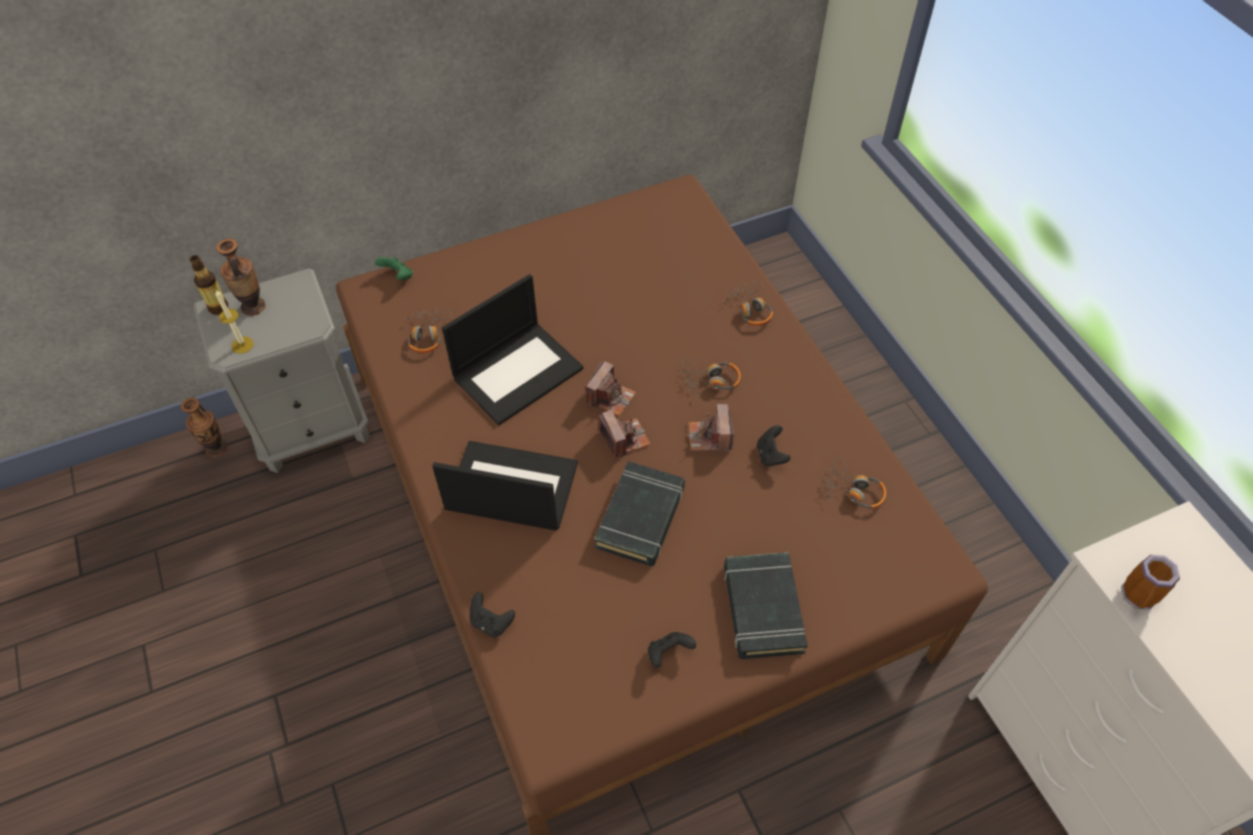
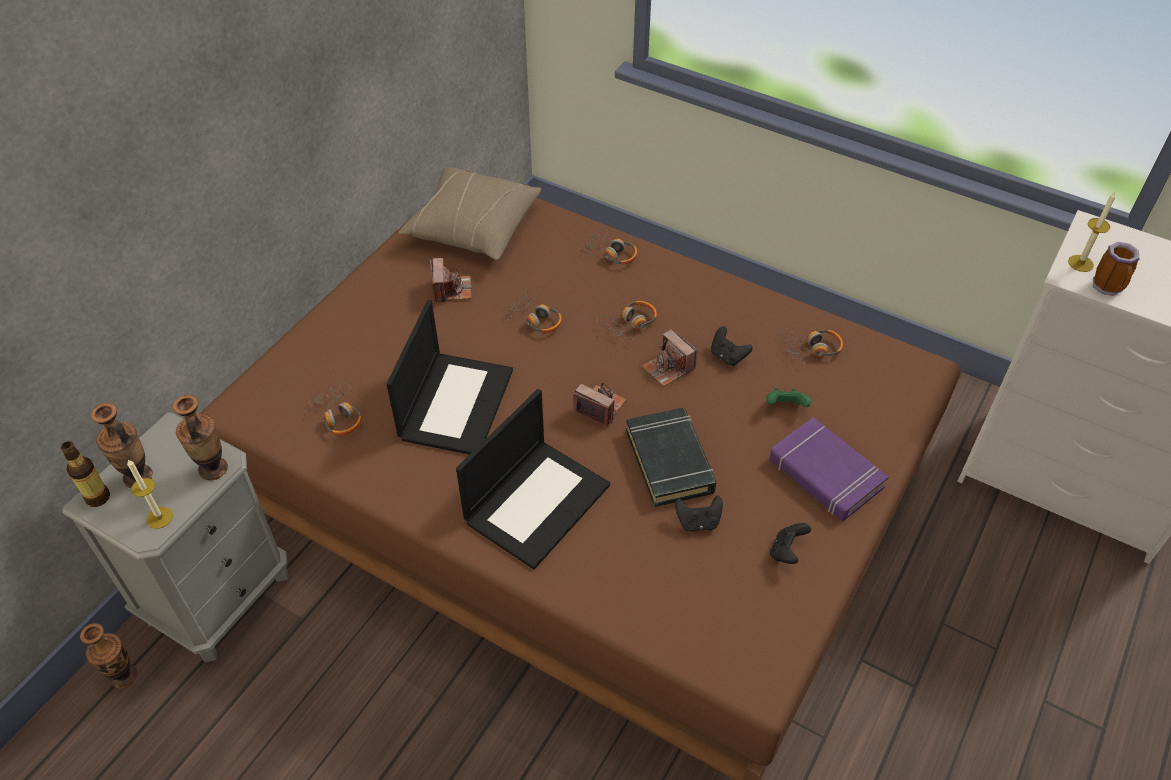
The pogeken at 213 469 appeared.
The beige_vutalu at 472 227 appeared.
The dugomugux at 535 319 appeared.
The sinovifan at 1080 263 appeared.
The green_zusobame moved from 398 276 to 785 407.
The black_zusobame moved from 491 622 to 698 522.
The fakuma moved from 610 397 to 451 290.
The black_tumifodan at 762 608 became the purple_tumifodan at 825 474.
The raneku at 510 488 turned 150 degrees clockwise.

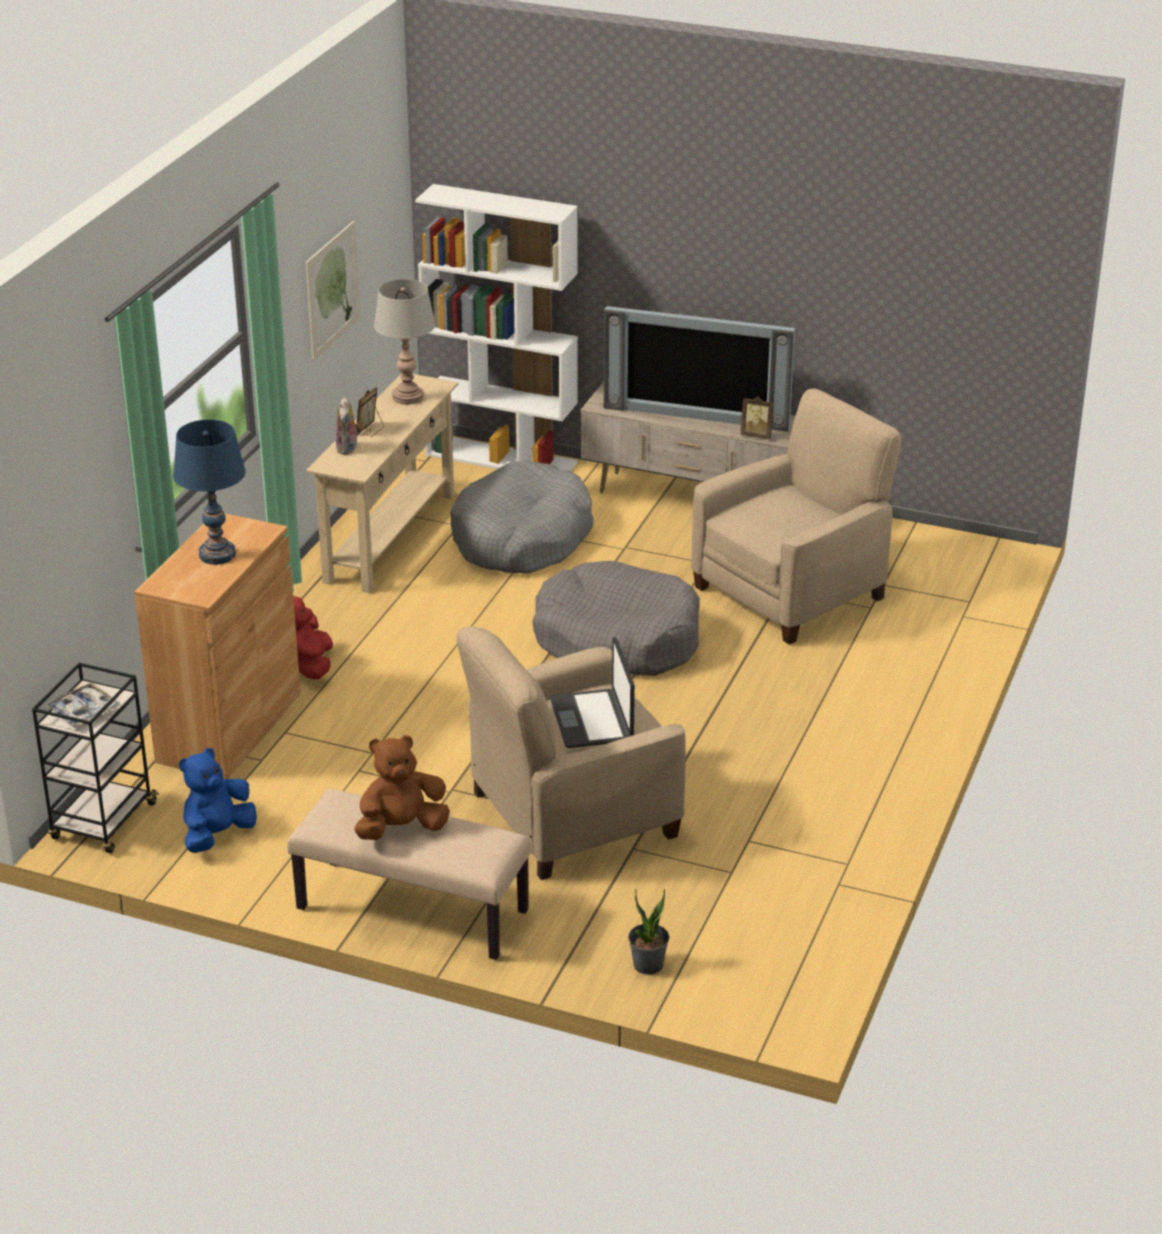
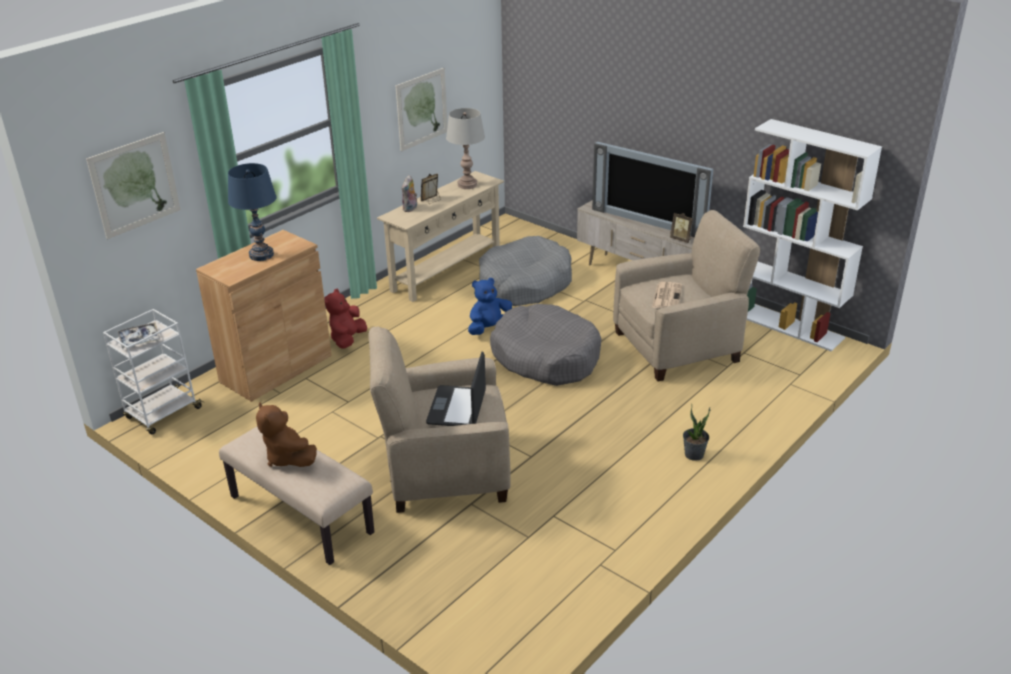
The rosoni at 135 185 appeared.
The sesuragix at 667 296 appeared.
The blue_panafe moved from 217 835 to 489 329.
The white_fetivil moved from 502 458 to 788 326.
The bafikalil moved from 648 965 to 694 454.
The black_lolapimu at 103 823 became the white_lolapimu at 162 414.
The brown_panafe at 401 828 turned 120 degrees counterclockwise.

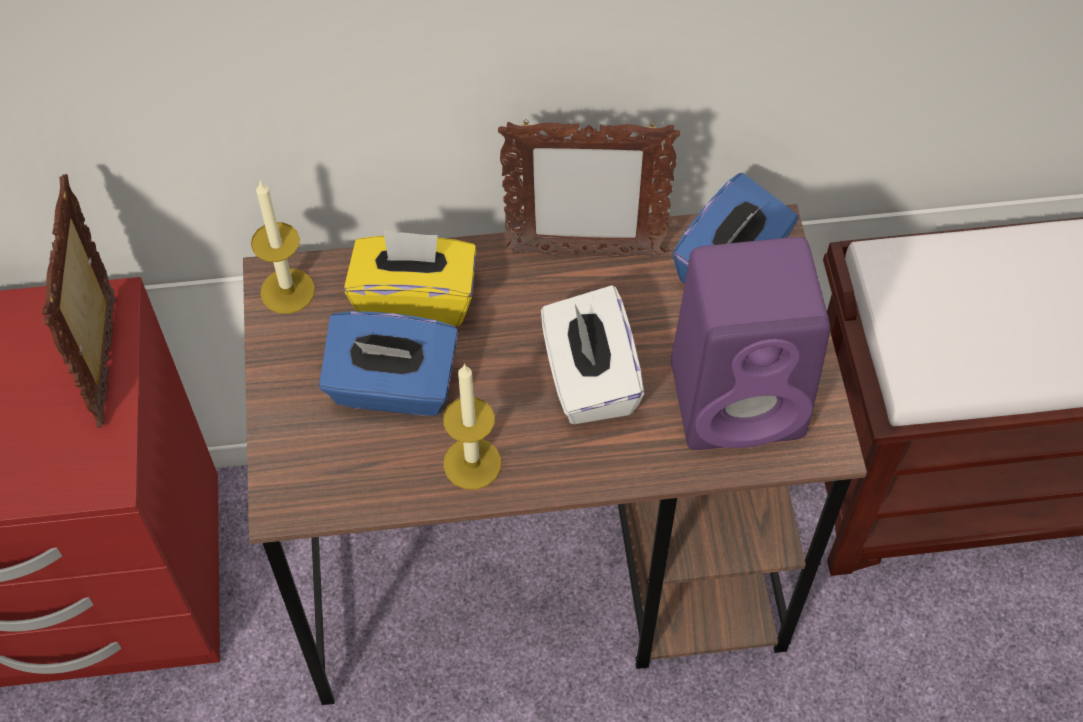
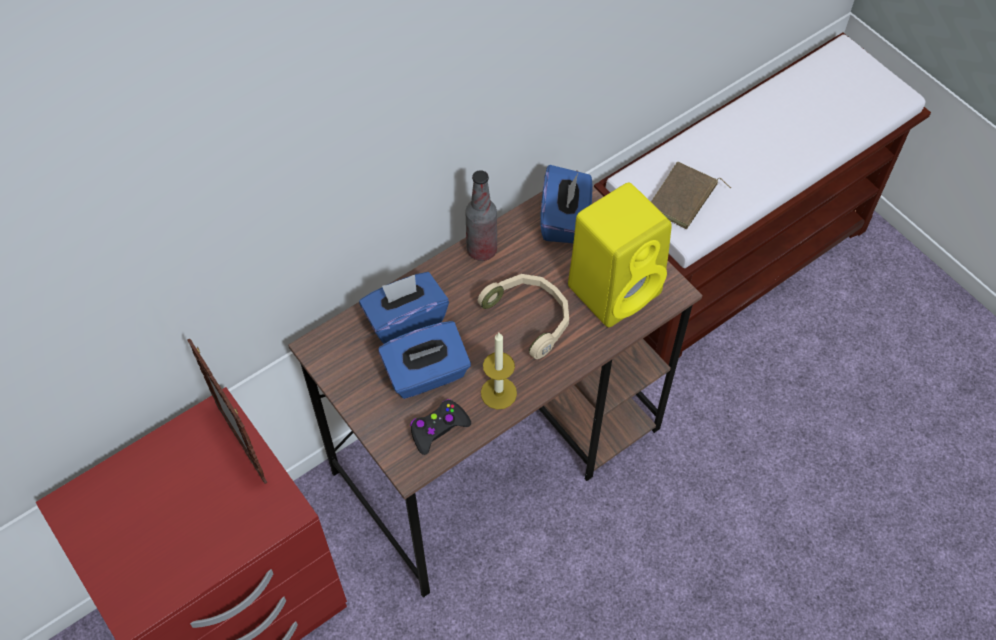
The sinovifan at 287 291 disappeared.
The black_zusobame at 438 429 appeared.
The brown_tumifodan at 684 199 appeared.
The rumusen at 583 253 was replaced by the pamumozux at 481 250.
The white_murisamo at 589 379 was replaced by the beige_dugomugux at 530 317.
The yellow_murisamo at 415 299 became the blue_murisamo at 405 319.
The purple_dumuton at 741 398 became the yellow_dumuton at 616 288.

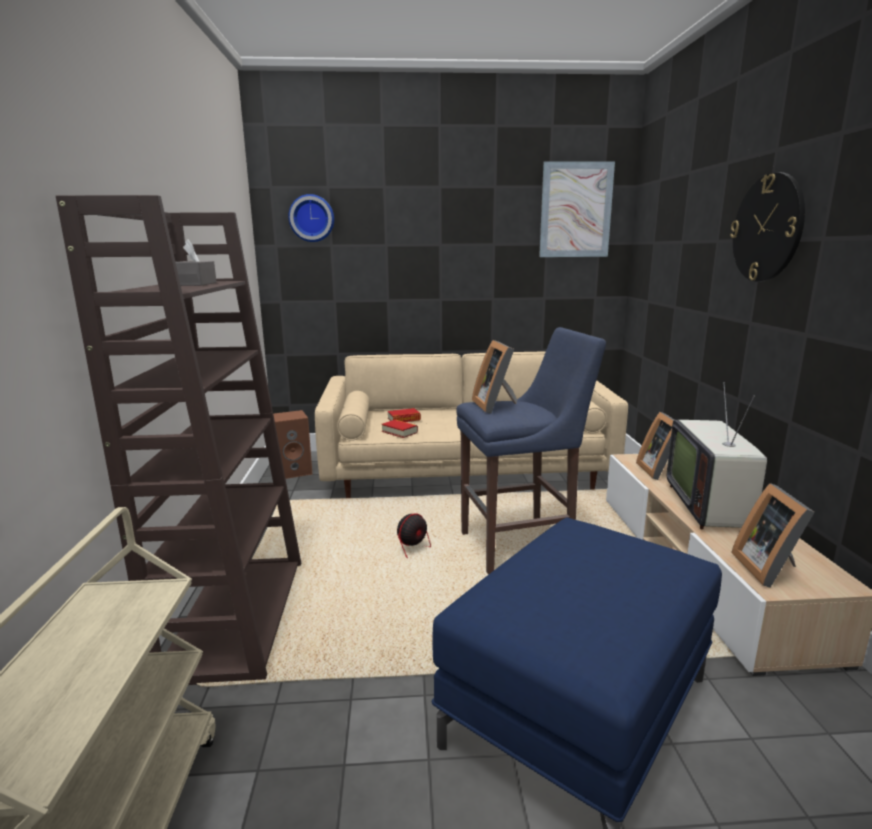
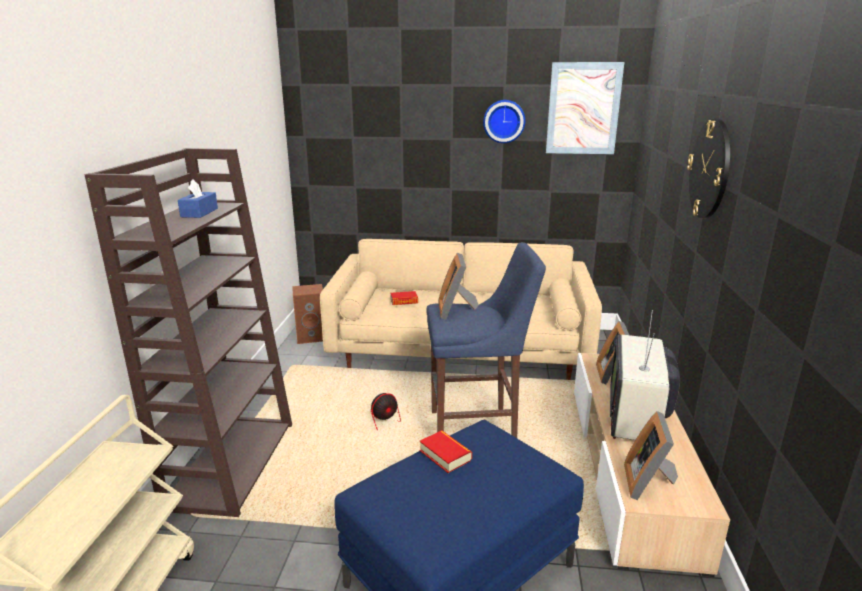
The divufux moved from 312 218 to 504 121.
The tumifodan moved from 399 432 to 445 455.
The grey_murisamo at 195 284 became the blue_murisamo at 199 212.

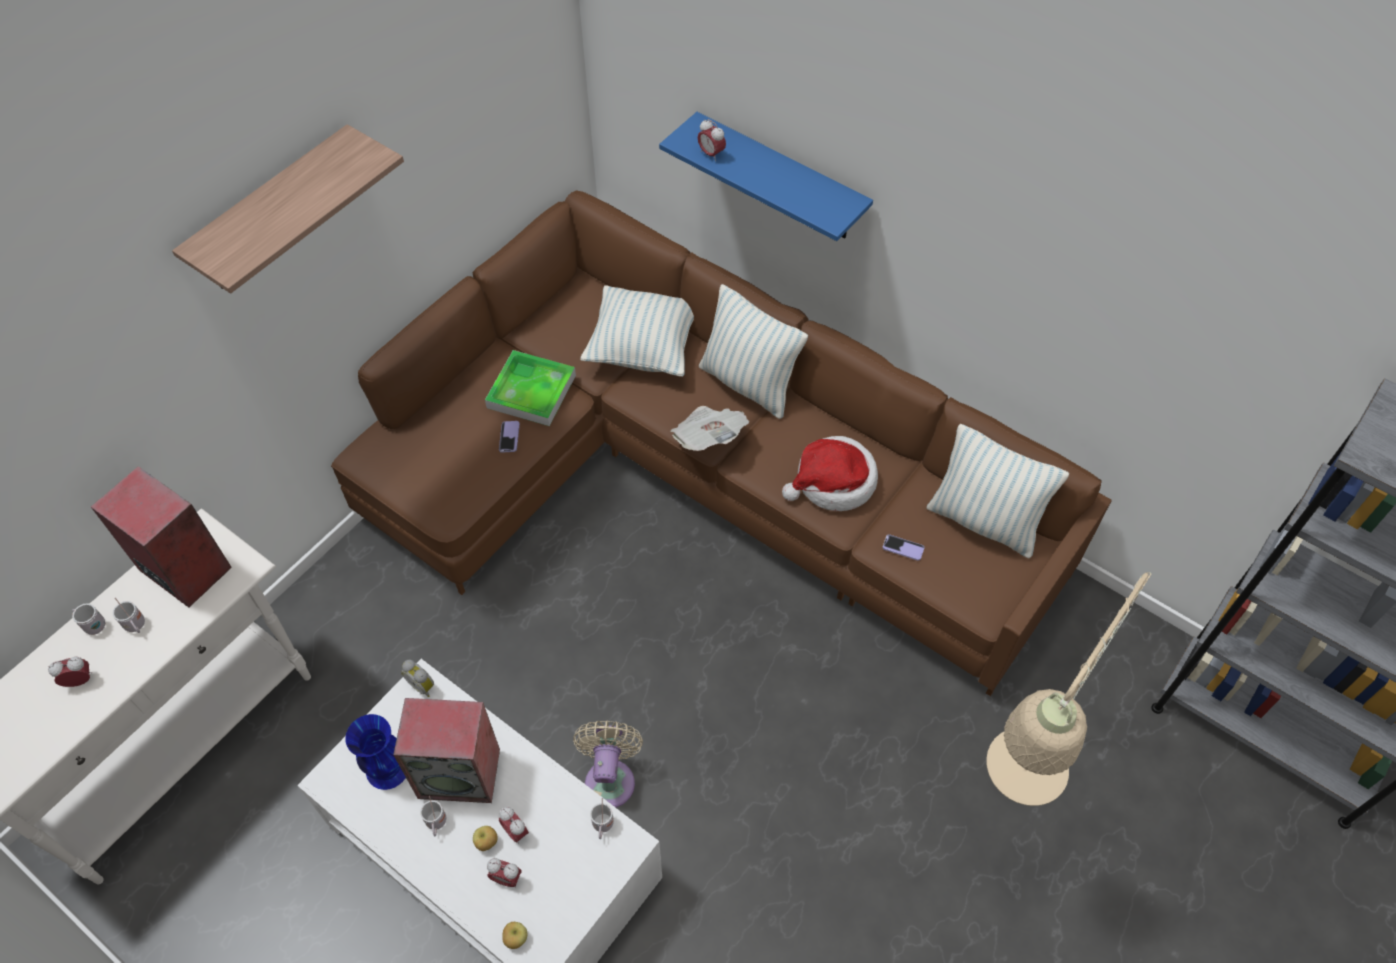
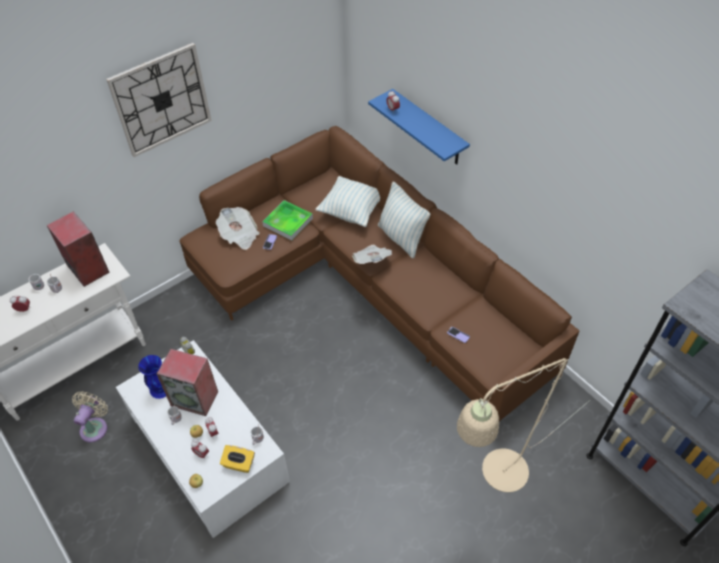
The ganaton at 833 482 disappeared.
The vutalu at 984 521 disappeared.
The sesuragix at 239 235 appeared.
The yellow_murisamo at 239 464 appeared.
The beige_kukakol moved from 610 778 to 95 427.
The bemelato at 274 212 was replaced by the divufux at 161 100.

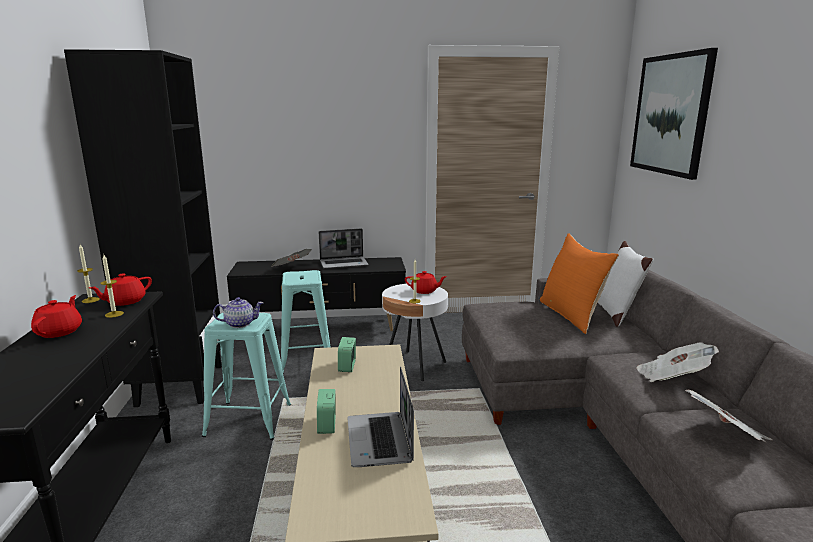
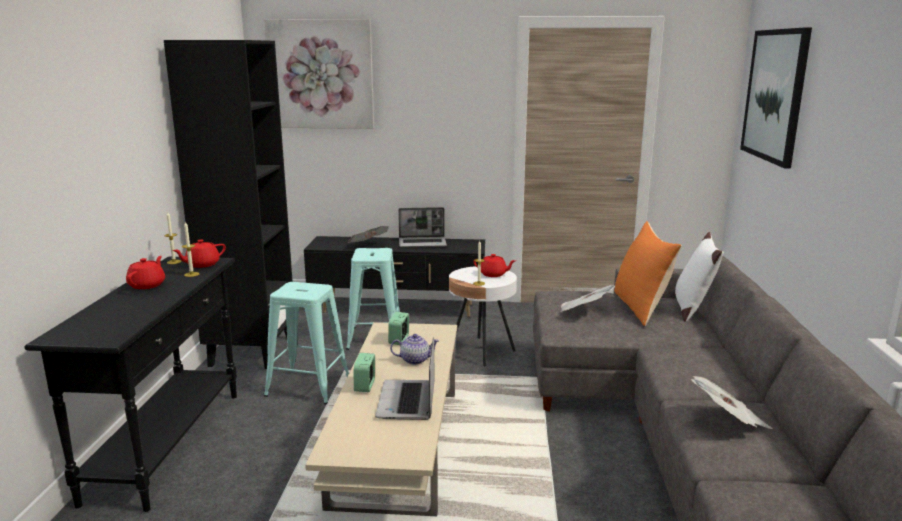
The rosoni at 321 74 appeared.
The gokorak moved from 240 324 to 415 360.
The sesuragix moved from 672 378 to 584 312.

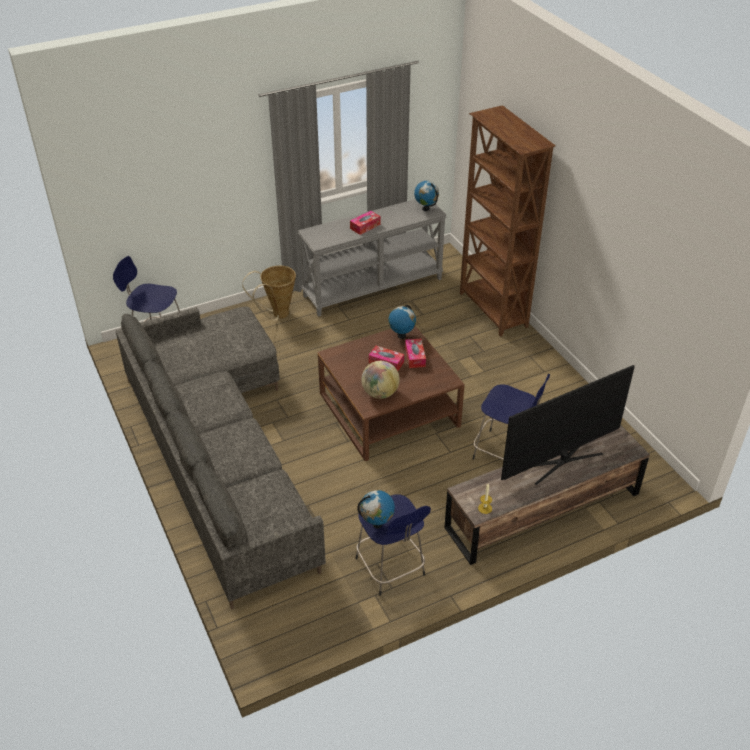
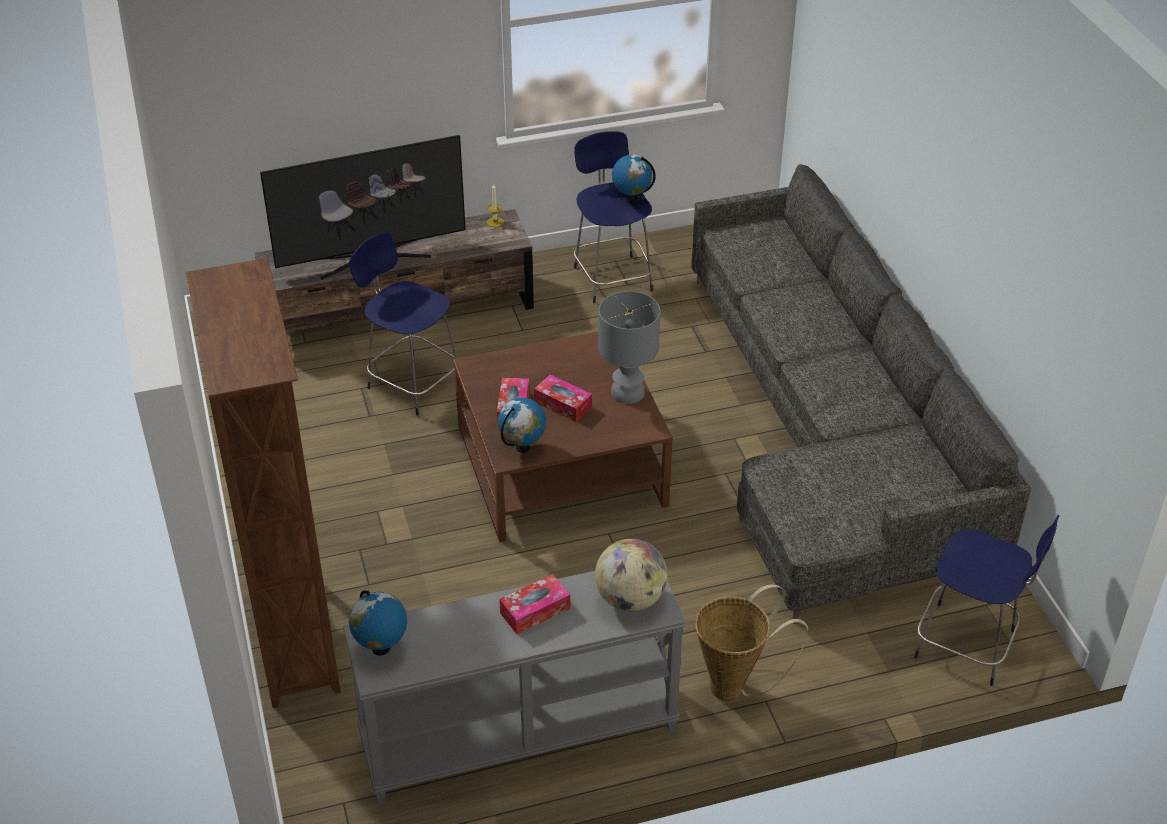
The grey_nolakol at 627 392 appeared.
The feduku moved from 380 393 to 630 599.

